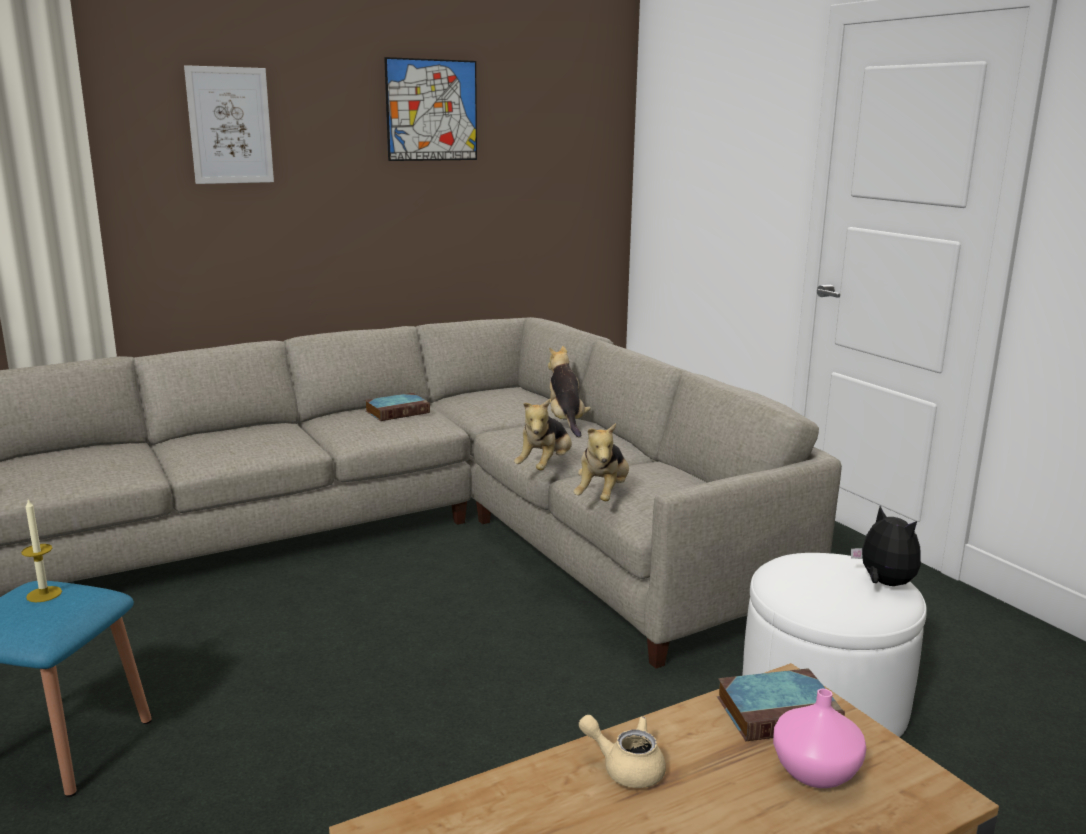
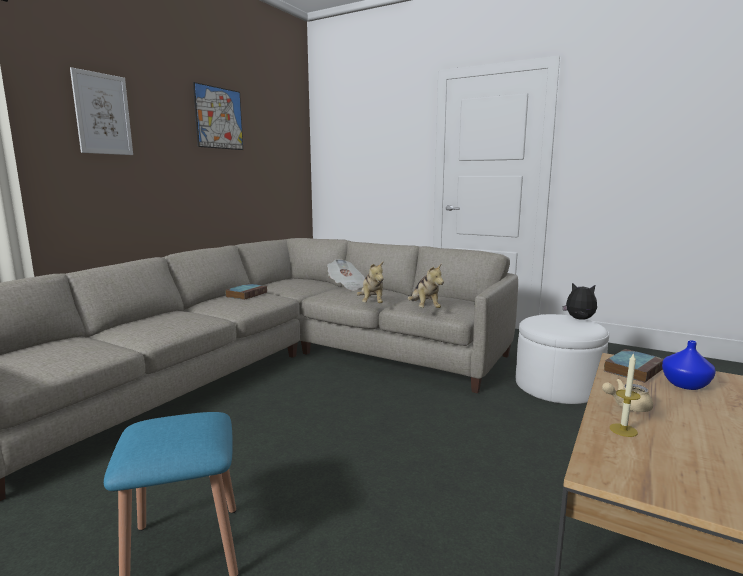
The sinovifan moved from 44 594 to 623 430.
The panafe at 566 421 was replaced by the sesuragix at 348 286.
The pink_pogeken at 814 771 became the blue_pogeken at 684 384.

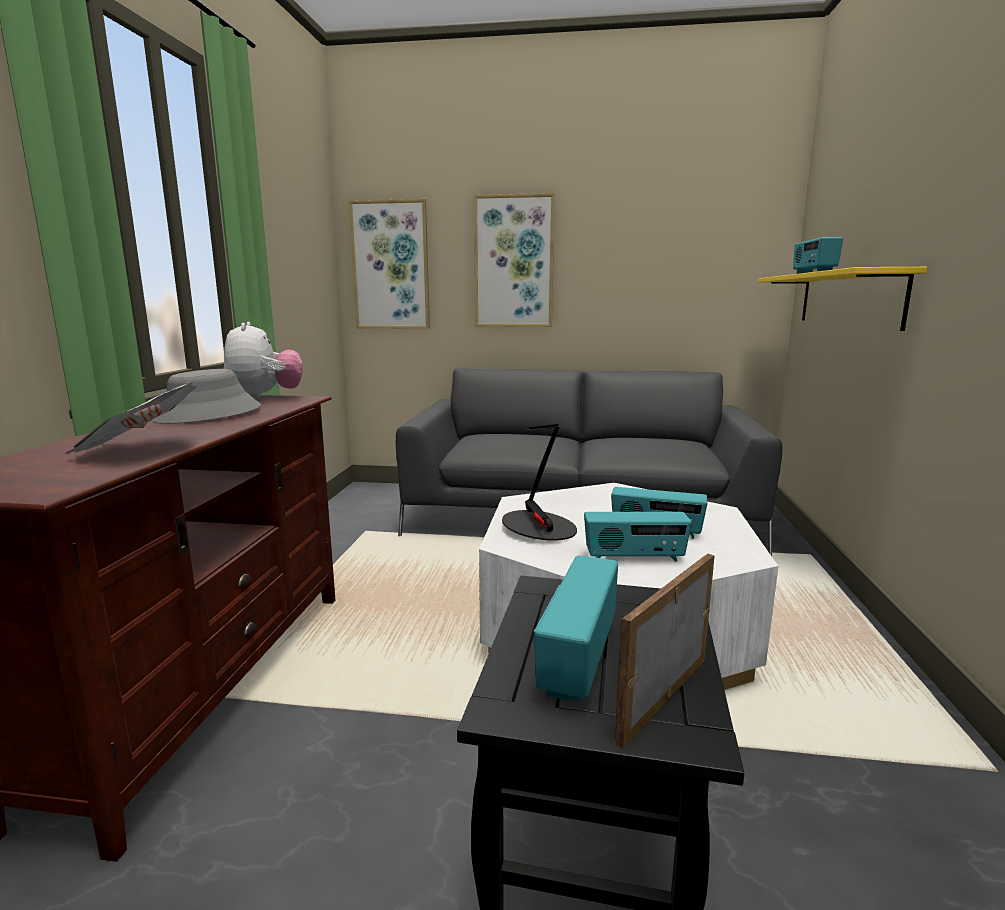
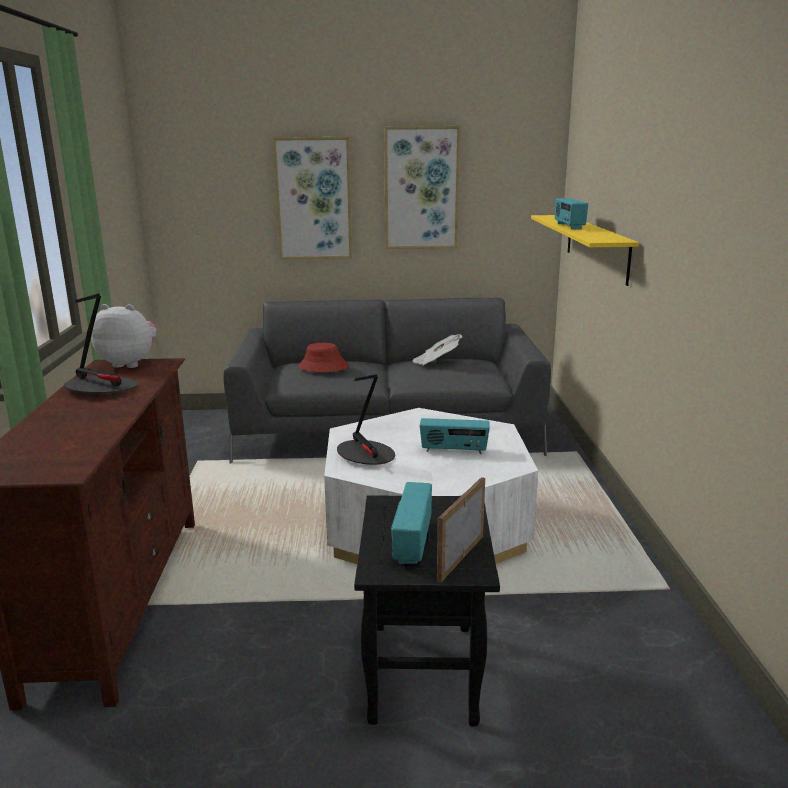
The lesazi at 634 558 disappeared.
The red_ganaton at 323 367 appeared.
The sesuragix moved from 138 451 to 436 362.
The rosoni moved from 391 266 to 421 188.
The grey_ganaton at 208 414 was replaced by the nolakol at 101 388.
The panafe at 265 398 turned 60 degrees counterclockwise.

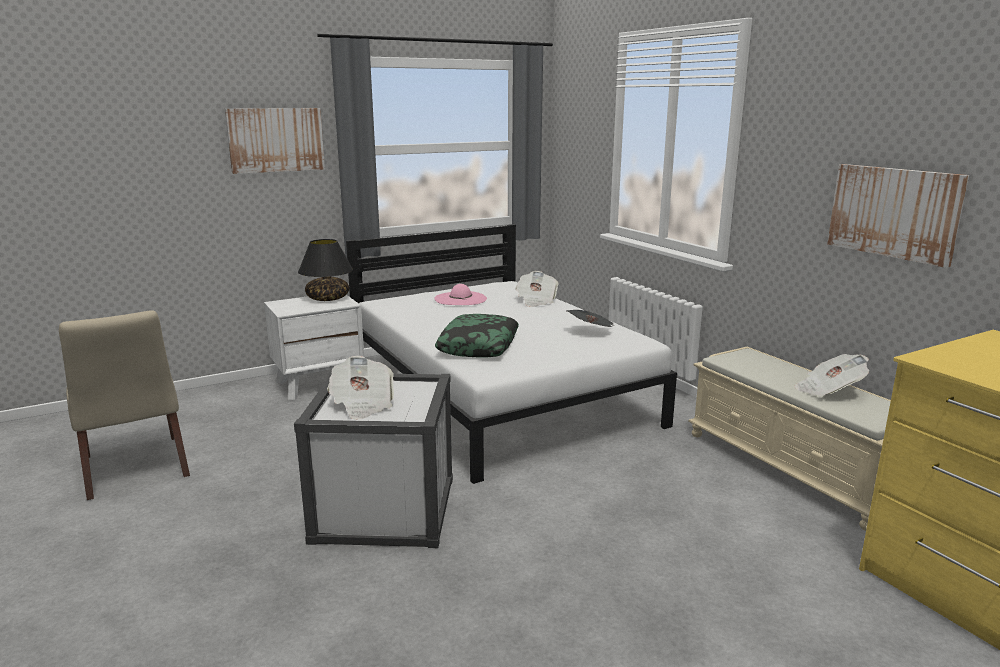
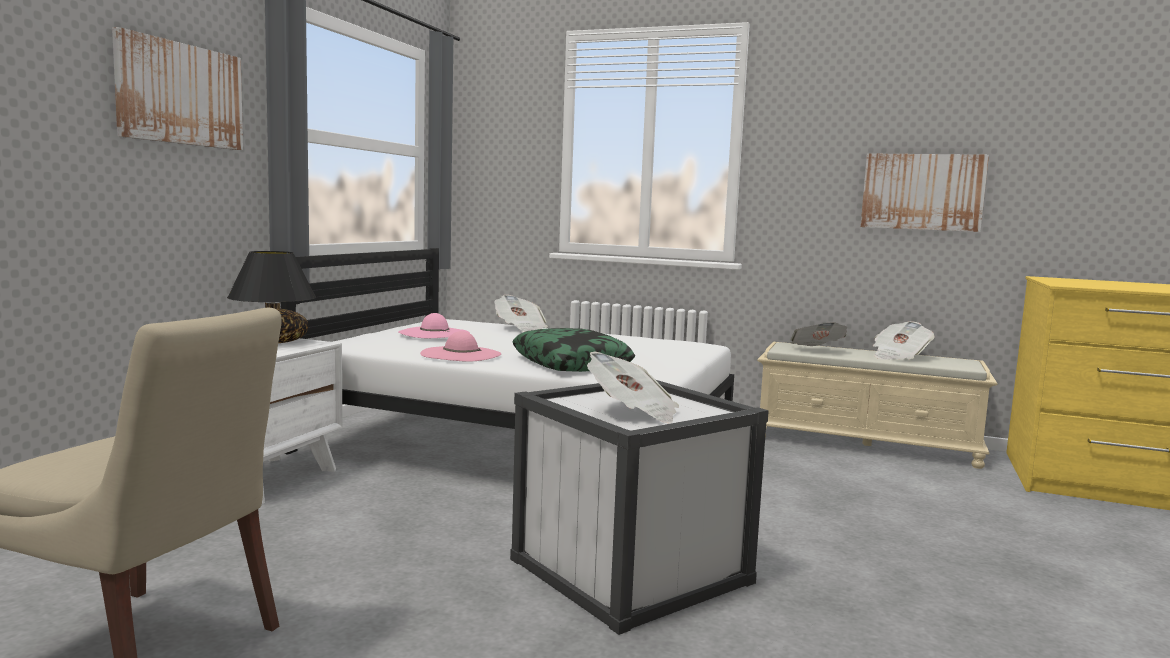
The pink_ganaton at 460 354 appeared.
The sesuragix moved from 592 331 to 817 350.

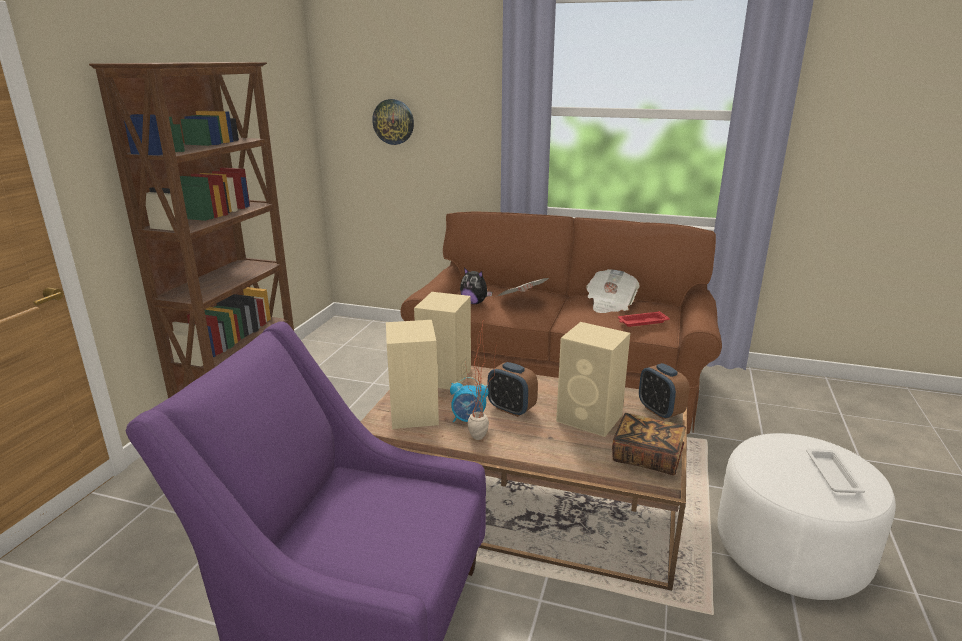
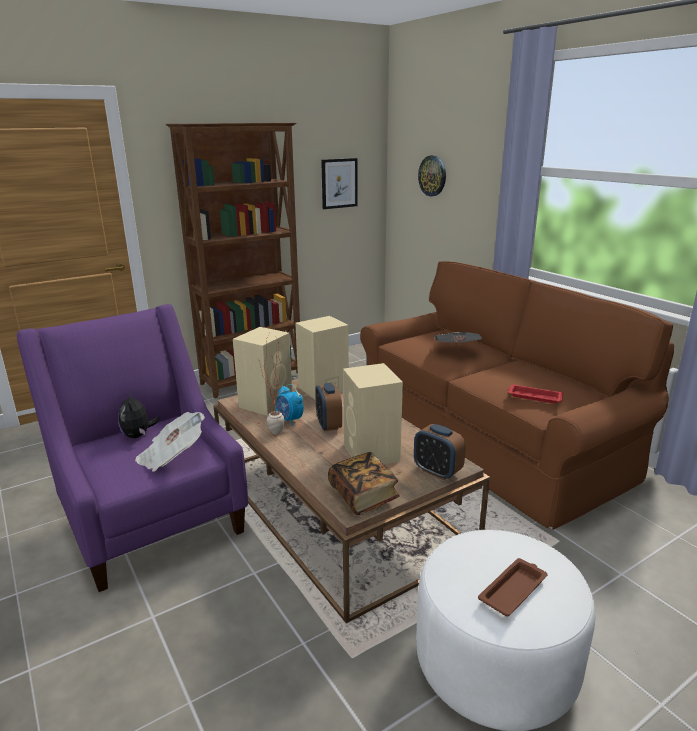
The rosoni at 339 183 appeared.
The panafe moved from 474 303 to 138 435.
The sesuragix moved from 610 304 to 172 457.
The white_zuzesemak at 832 474 became the brown_zuzesemak at 513 590.
The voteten at 660 411 turned 60 degrees counterclockwise.

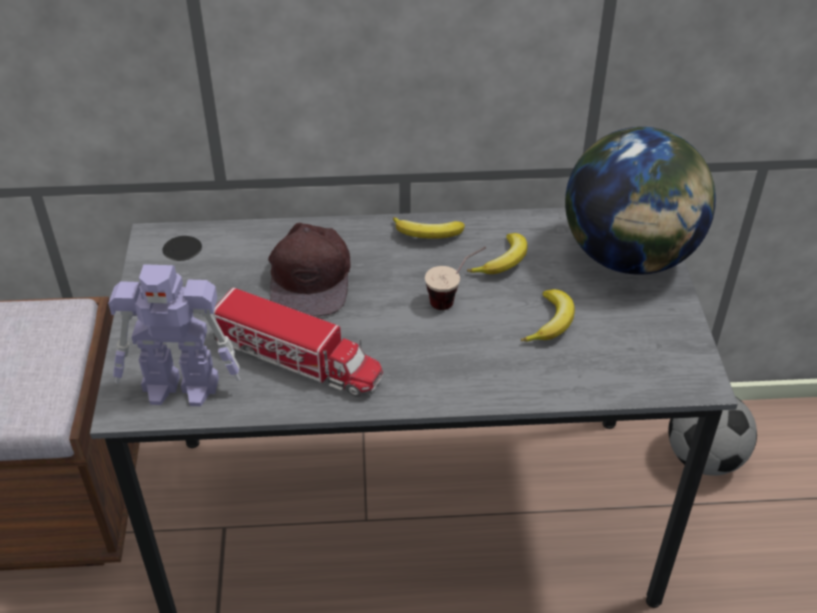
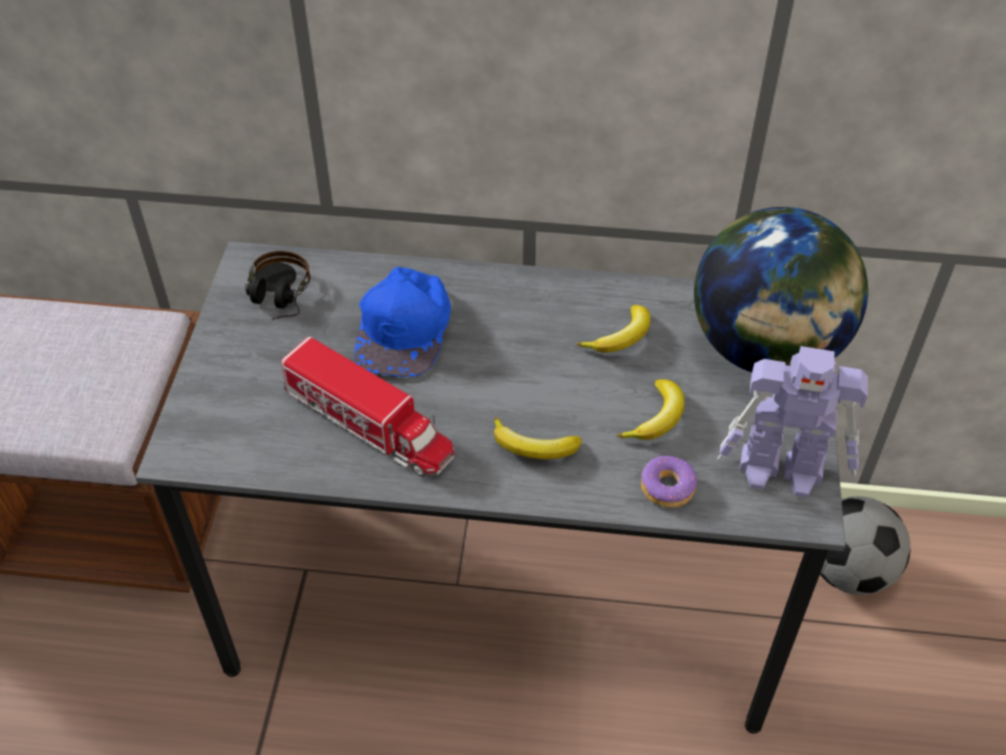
The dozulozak at 454 298 disappeared.
The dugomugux at 277 301 appeared.
The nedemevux at 668 487 appeared.
The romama moved from 183 386 to 783 471.
The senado moved from 427 234 to 533 447.
The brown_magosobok at 311 277 became the blue_magosobok at 405 328.

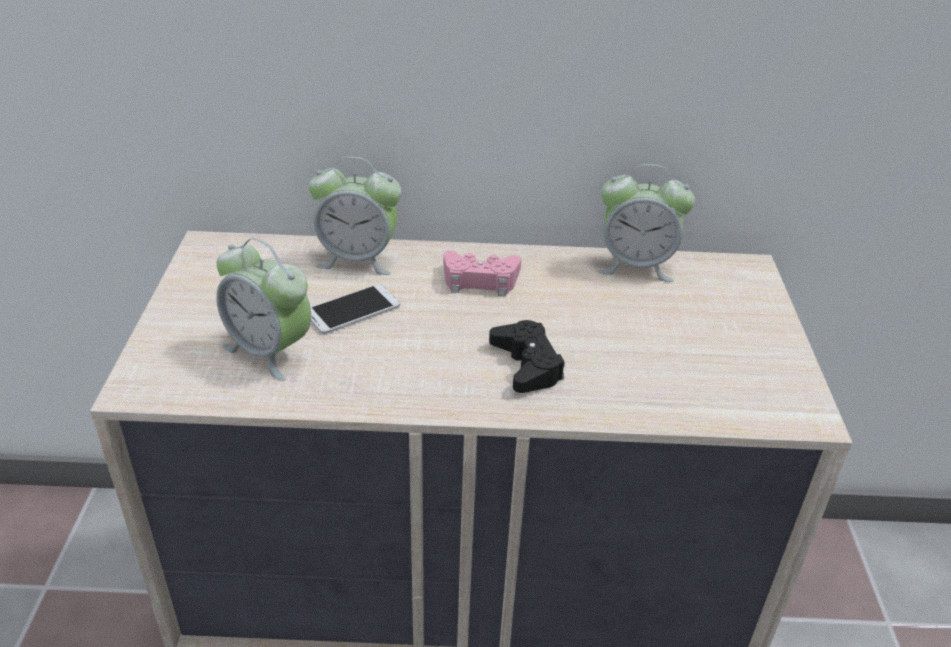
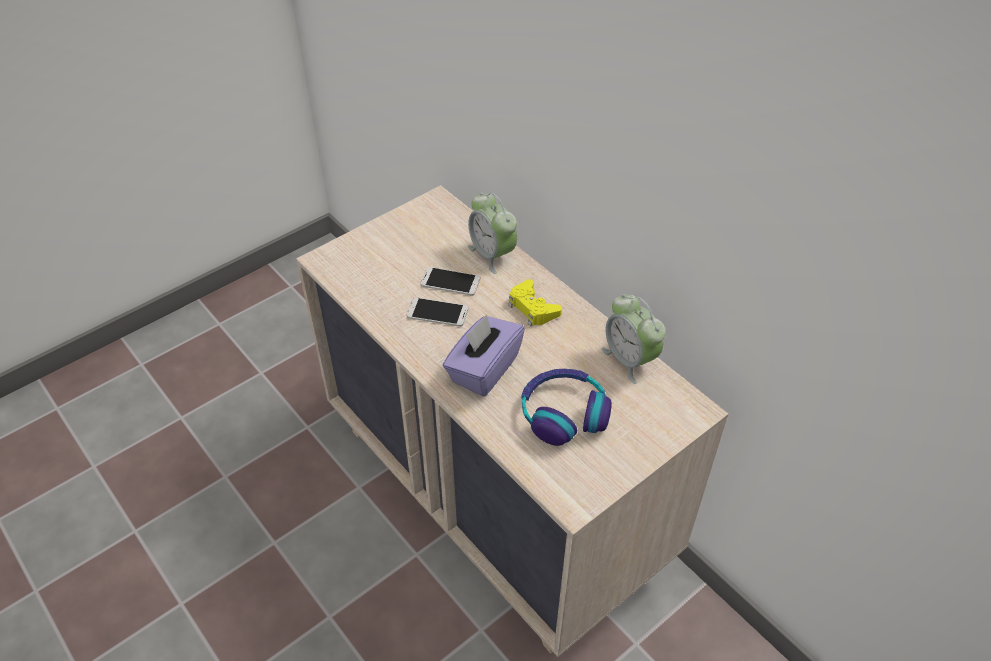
The voteten at 269 351 disappeared.
The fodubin at 437 312 appeared.
The dugomugux at 564 413 appeared.
The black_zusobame at 527 364 was replaced by the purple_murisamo at 483 369.
The pink_zusobame at 480 280 became the yellow_zusobame at 532 308.

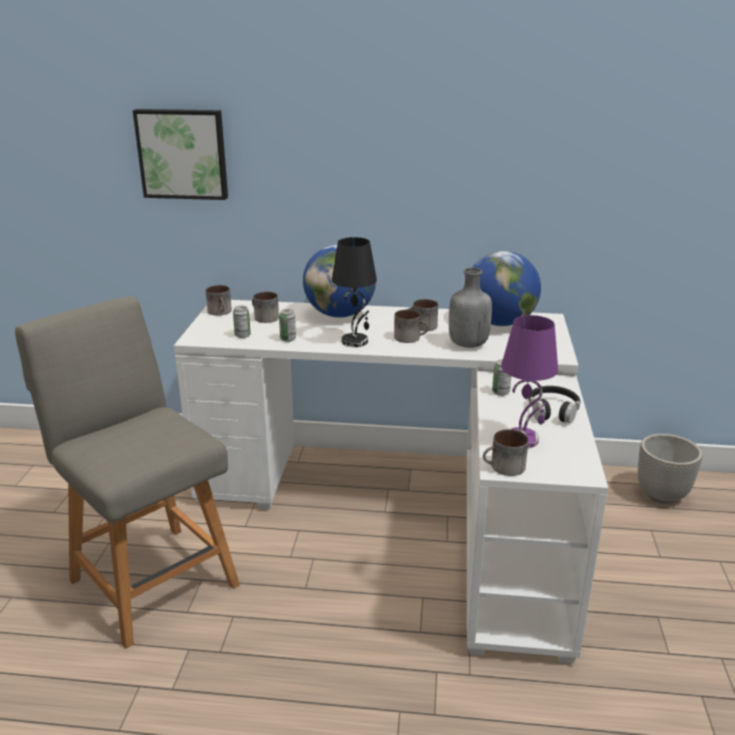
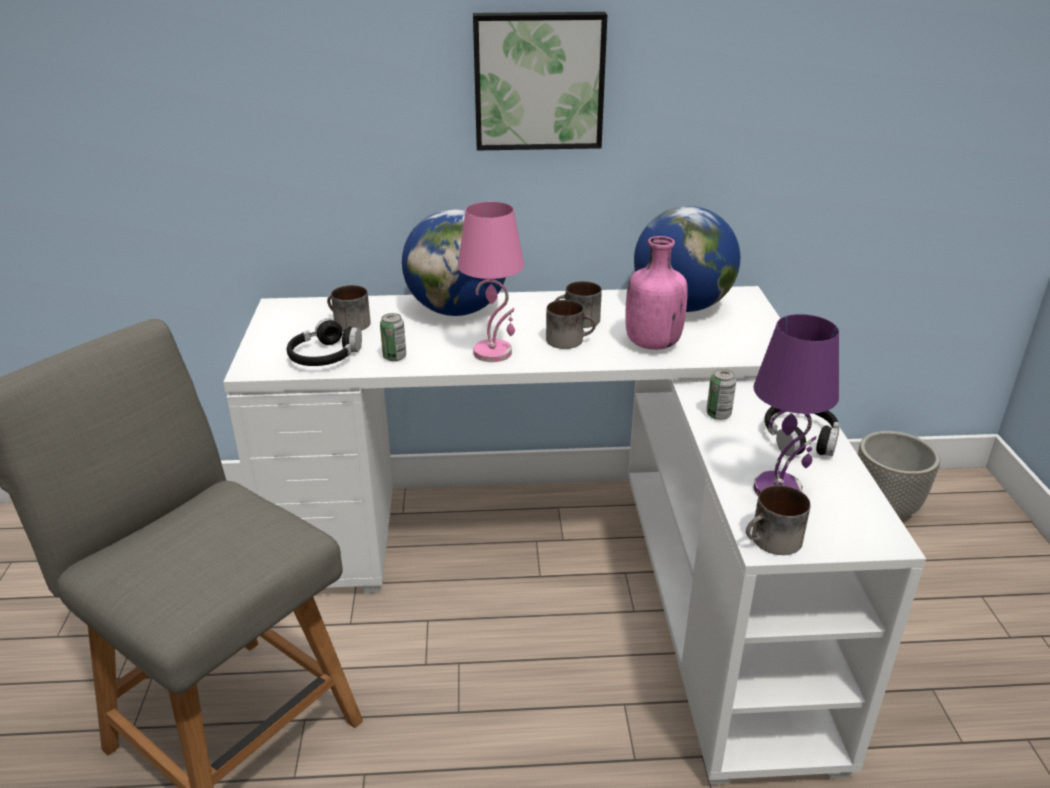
The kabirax at 221 312 disappeared.
The rosoni moved from 183 154 to 538 81.
The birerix at 242 335 was replaced by the black_dugomugux at 325 356.
The black_nolakol at 355 341 became the pink_nolakol at 494 352.
The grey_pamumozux at 467 344 became the pink_pamumozux at 651 344.

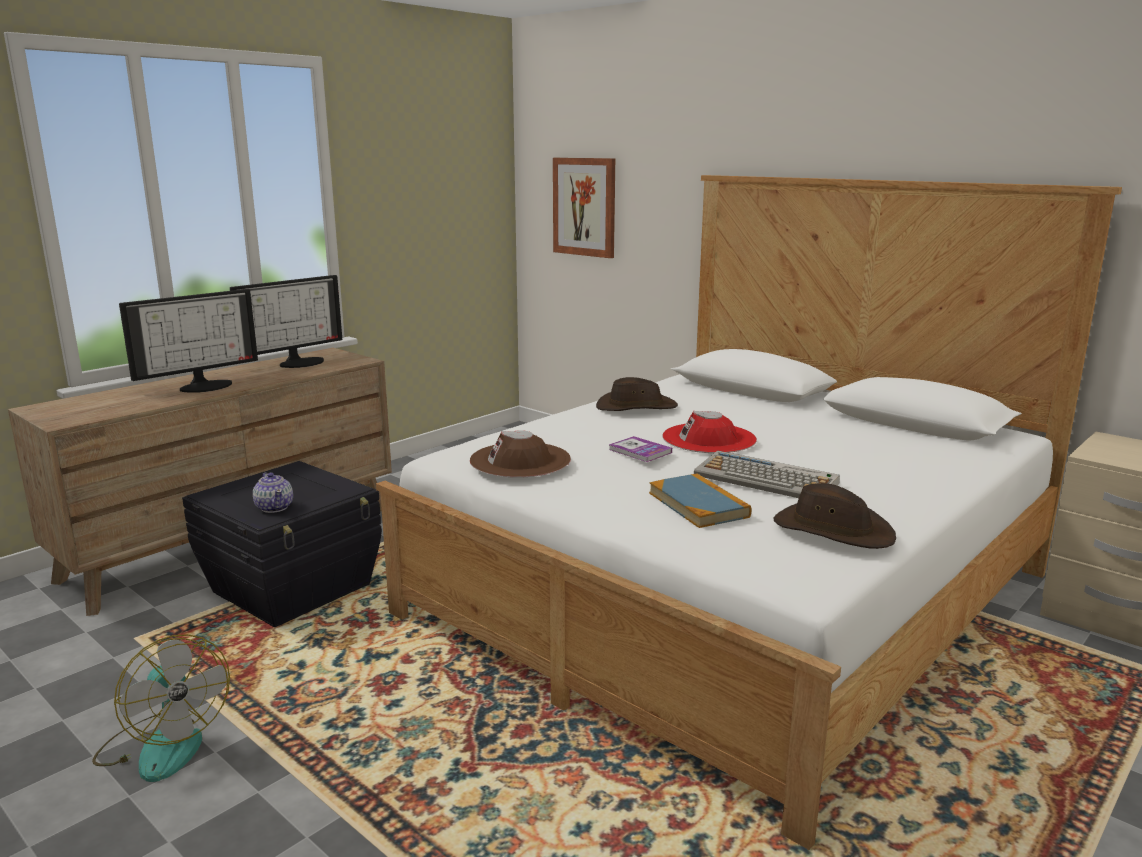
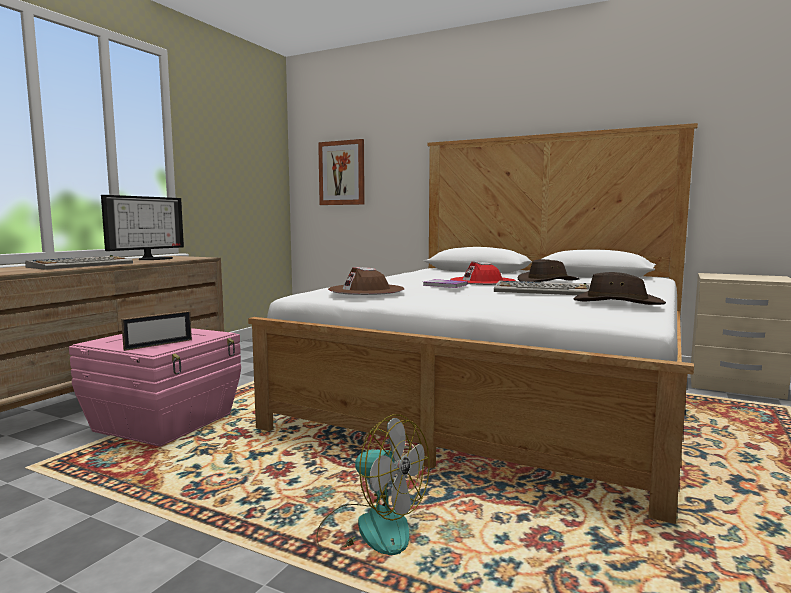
The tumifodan at 698 505 disappeared.
The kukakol moved from 163 744 to 370 527.
The brown_ganaton moved from 636 407 to 548 281.
The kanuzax at 205 385 was replaced by the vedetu at 82 265.
The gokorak at 274 507 was replaced by the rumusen at 159 345.
The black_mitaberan at 293 588 became the pink_mitaberan at 165 422.

